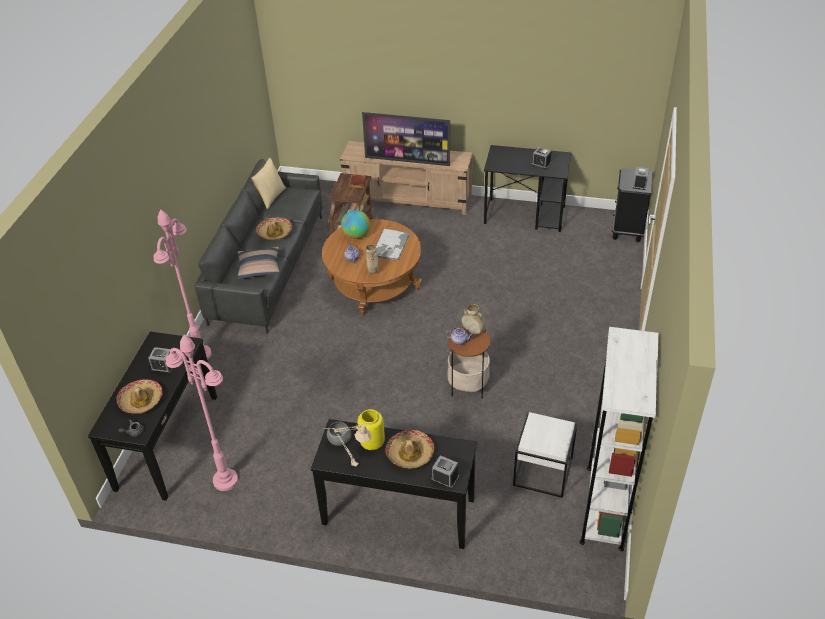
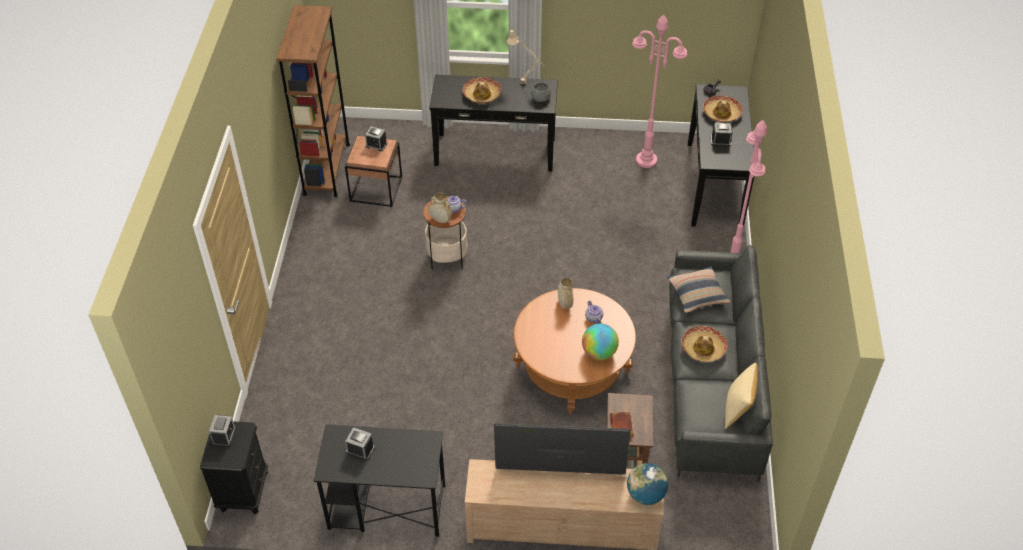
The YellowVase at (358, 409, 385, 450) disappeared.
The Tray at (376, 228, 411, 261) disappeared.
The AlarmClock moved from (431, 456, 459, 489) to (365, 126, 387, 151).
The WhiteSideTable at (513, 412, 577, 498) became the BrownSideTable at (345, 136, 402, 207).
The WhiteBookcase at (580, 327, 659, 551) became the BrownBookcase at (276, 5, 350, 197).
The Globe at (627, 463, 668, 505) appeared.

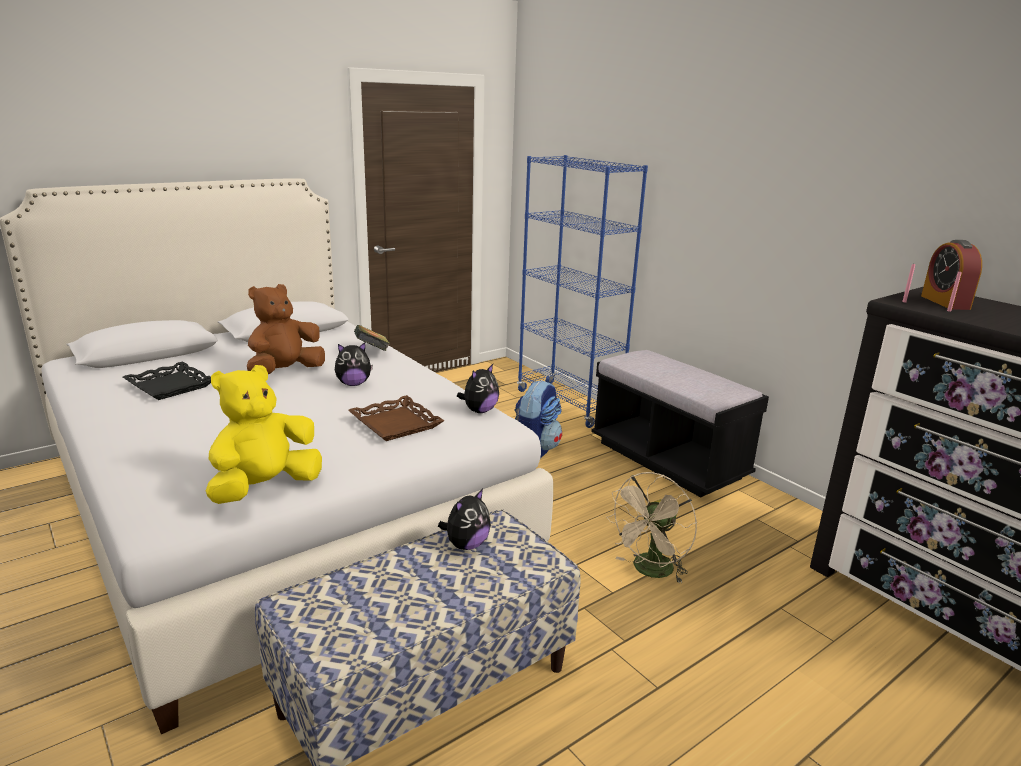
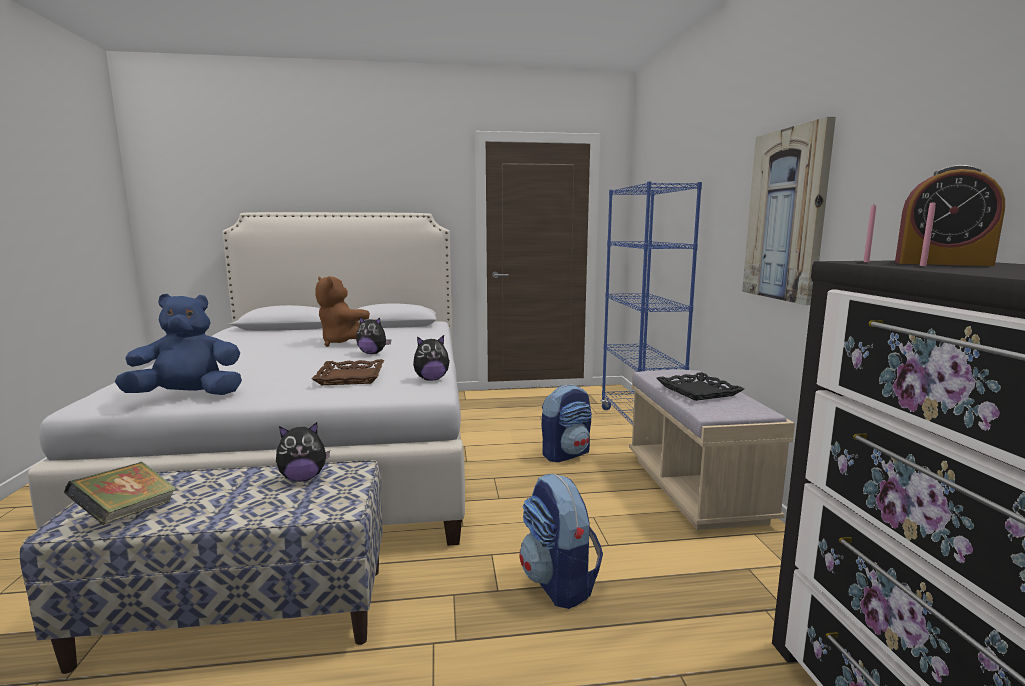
The BlackTray moved from (123, 362, 211, 400) to (657, 372, 744, 401).
The YellowPlushToy at (206, 365, 322, 504) became the BluePlushToy at (115, 294, 242, 395).
The BrownPlushToy at (247, 284, 325, 374) turned 120 degrees counterclockwise.
The Book moved from (354, 325, 390, 351) to (64, 462, 177, 525).
The BlackBench at (591, 350, 769, 497) became the BeigeBench at (629, 370, 795, 530).
The BeigeFan at (606, 472, 697, 584) was replaced by the Backpack at (520, 474, 603, 609).
The AlarmClock at (921, 240, 982, 310) turned 90 degrees counterclockwise.
The Picture at (742, 117, 836, 305) appeared.

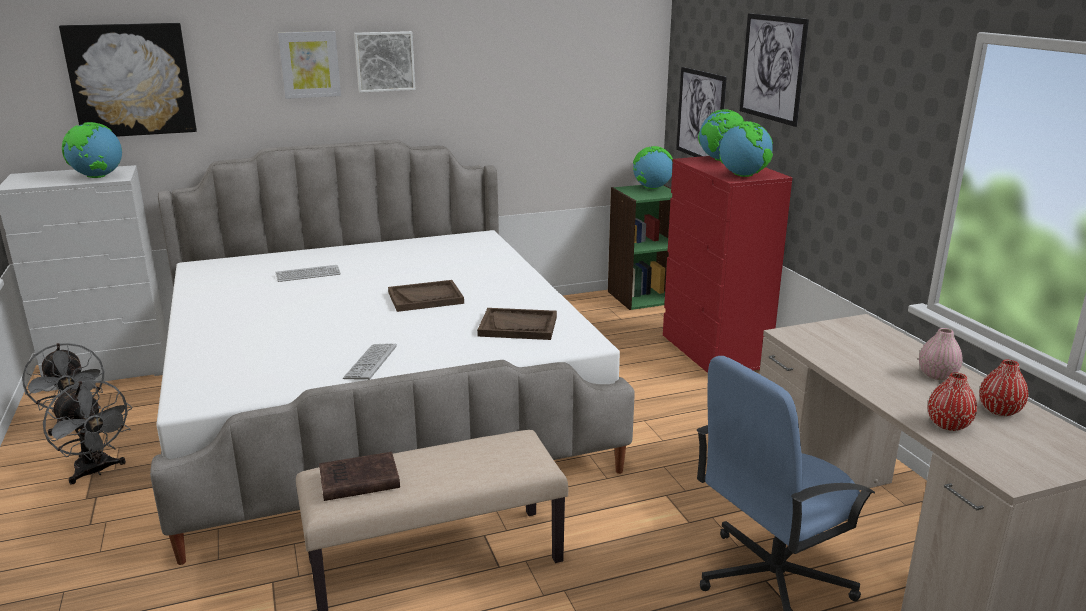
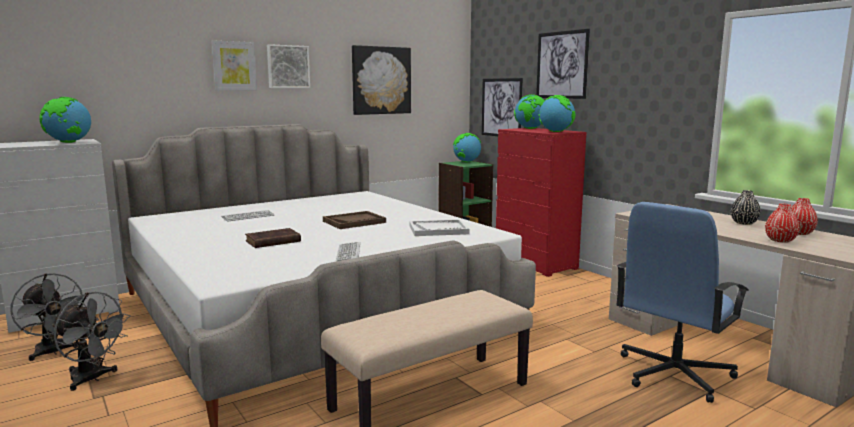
The Picture moved from (59, 23, 197, 137) to (352, 45, 411, 115).
The BrownBook moved from (319, 452, 400, 501) to (245, 228, 301, 248).
The BrownTray at (477, 308, 557, 340) became the WhiteTray at (409, 219, 469, 236).
The PinkVase at (919, 328, 963, 380) became the BlackVase at (731, 190, 760, 225).

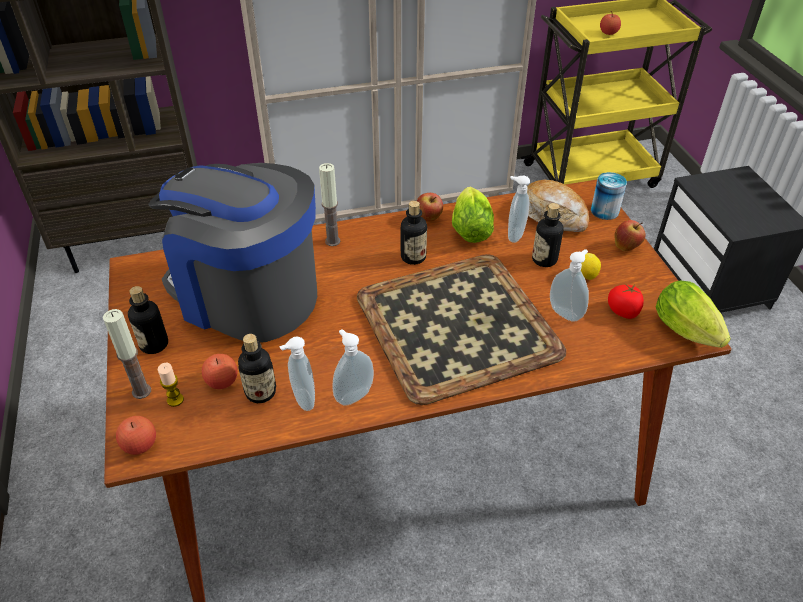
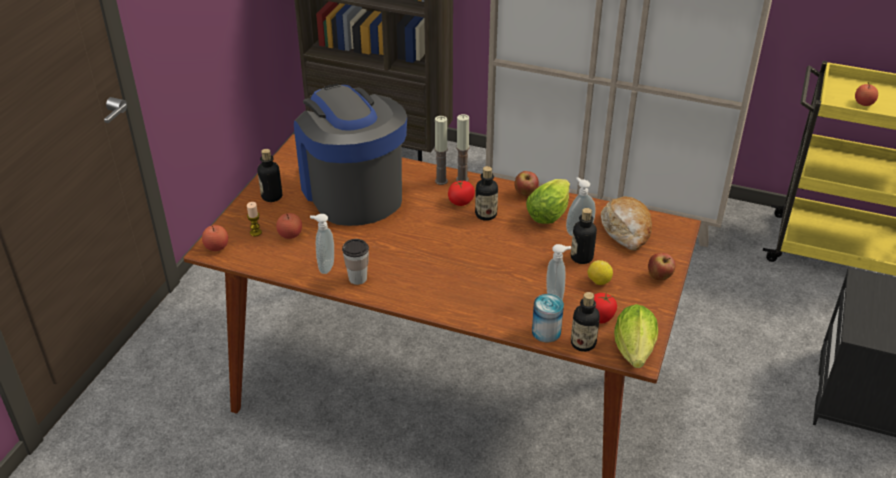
The Candle moved from (103, 309, 151, 399) to (456, 114, 470, 182).
The Bottle moved from (238, 334, 276, 403) to (571, 292, 600, 352).
The SoapDispenser at (333, 329, 374, 405) was replaced by the Cup at (342, 239, 369, 285).
The Tray at (357, 254, 566, 405) disappeared.
The Can moved from (591, 172, 627, 220) to (532, 294, 564, 342).
The Tomato at (448, 180, 475, 206) appeared.

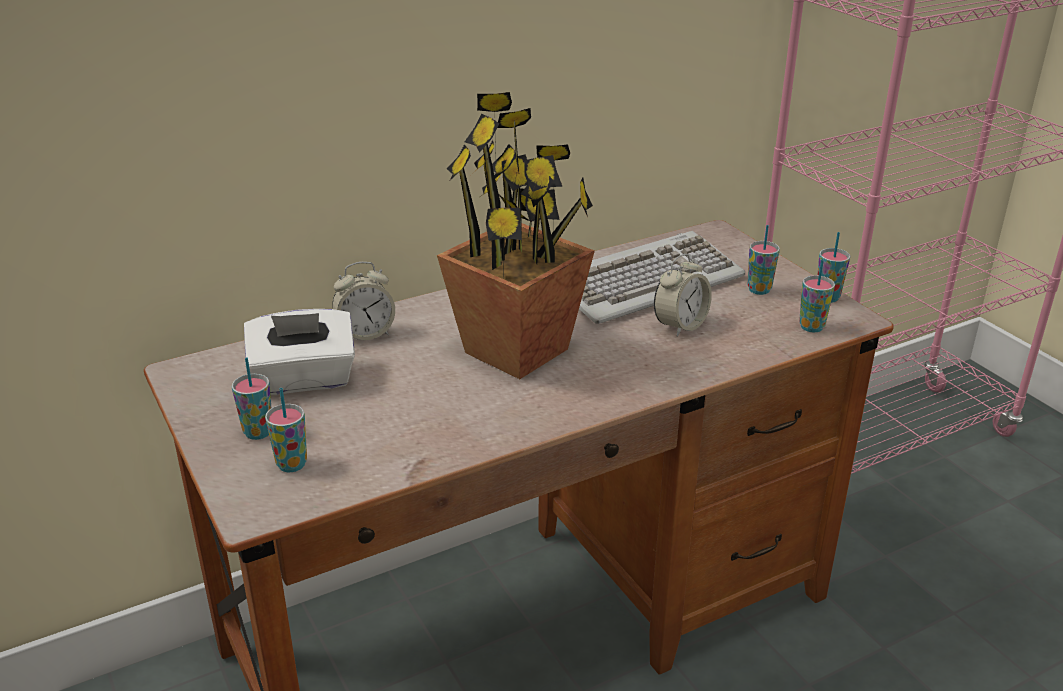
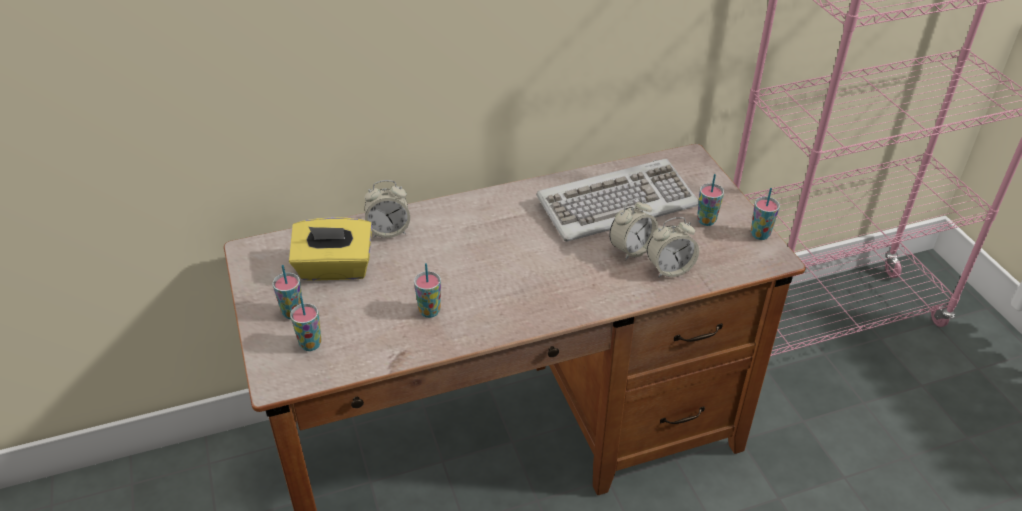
The WhiteTissueBox at (244, 309, 355, 395) became the YellowTissueBox at (289, 217, 372, 281).
The PottedPlant at (437, 92, 595, 379) disappeared.
The Cup moved from (799, 259, 835, 332) to (414, 263, 441, 318).
The AlarmClock at (647, 217, 699, 278) appeared.

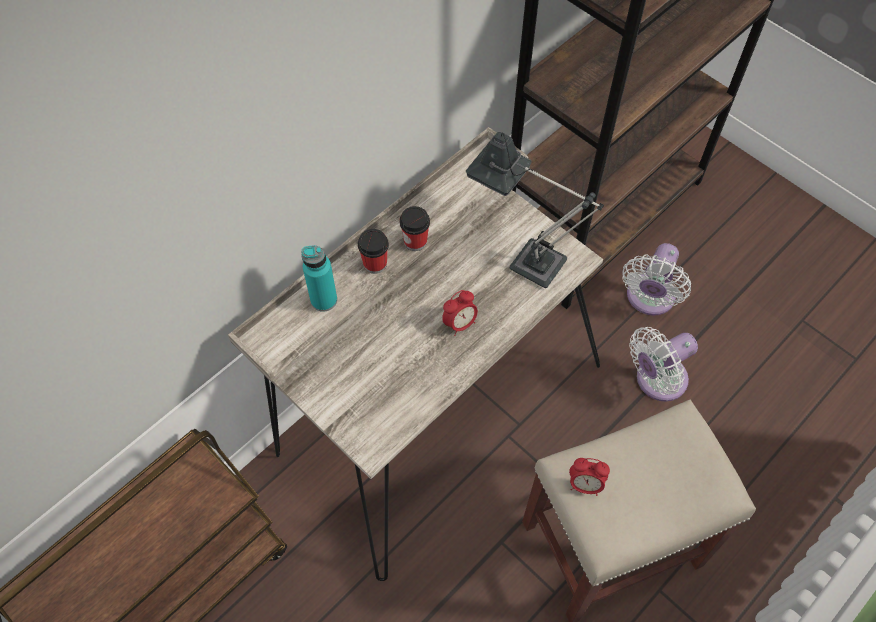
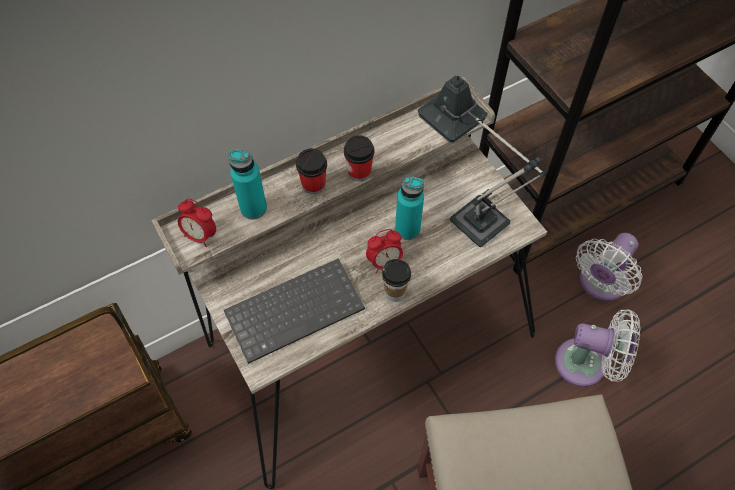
The AlarmClock moved from (569, 458, 610, 496) to (178, 199, 216, 247).
The WhiteFan at (629, 327, 698, 402) turned 150 degrees counterclockwise.
The Keyboard at (224, 258, 365, 364) appeared.
The Cup at (382, 259, 411, 302) appeared.
The TurquoiseBottle at (395, 176, 424, 240) appeared.

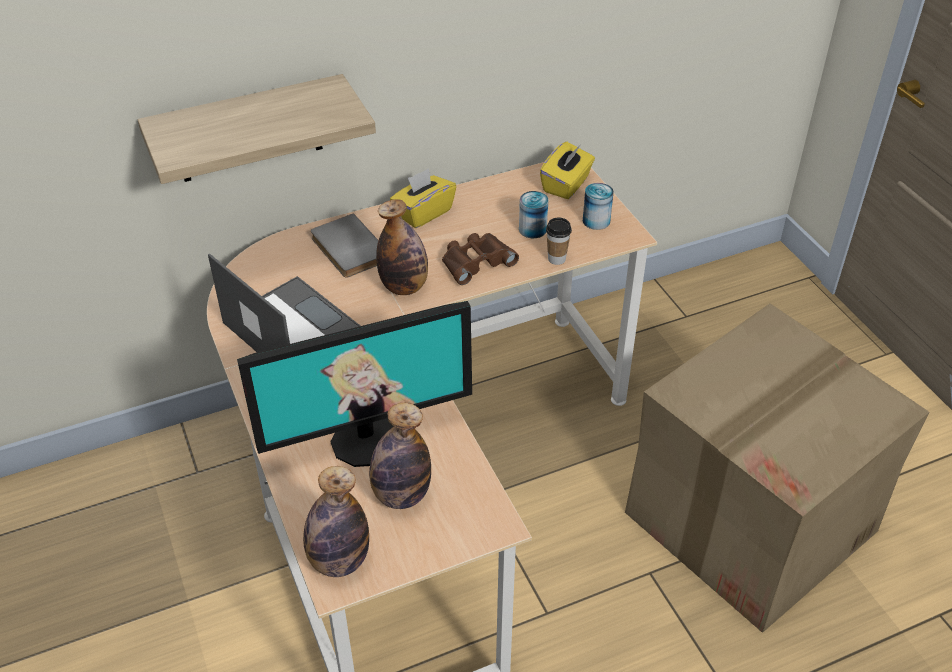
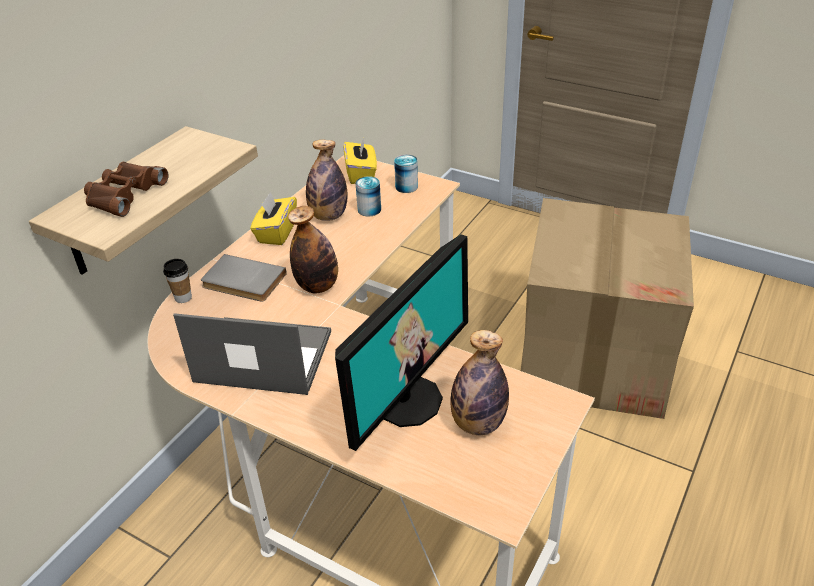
The Bottle moved from (303, 466, 369, 577) to (306, 140, 348, 221).
The BrownBinoculars moved from (442, 233, 519, 285) to (84, 162, 169, 217).
The Cup moved from (546, 218, 572, 265) to (163, 259, 192, 303).

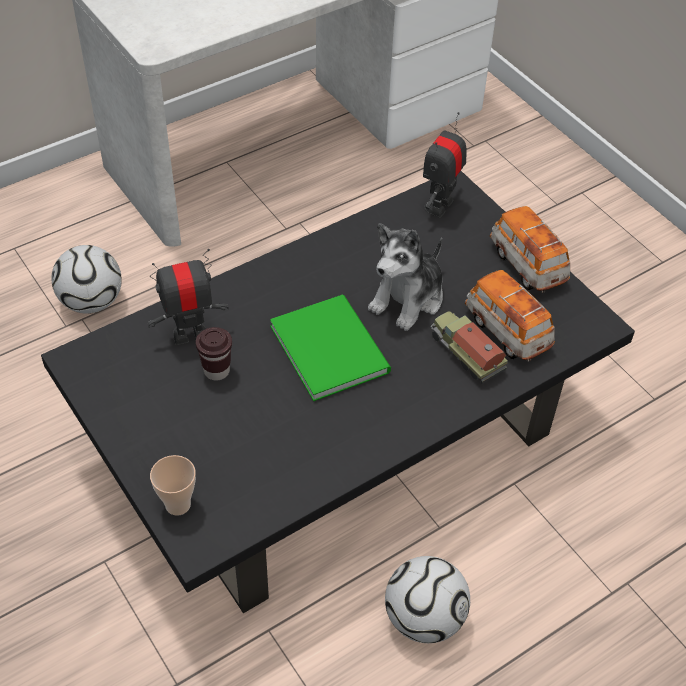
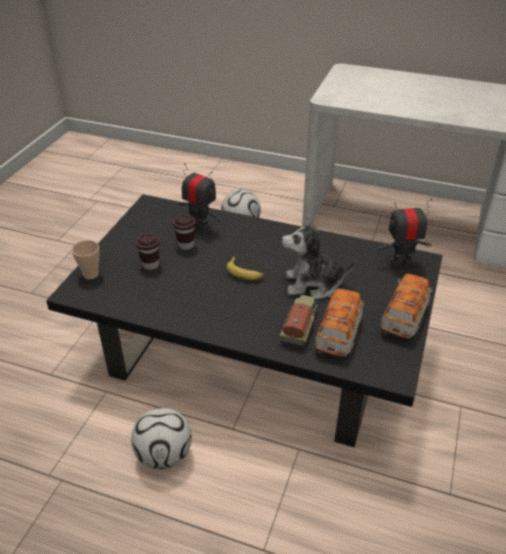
The GreenBook at (270, 294, 391, 401) was replaced by the Banana at (226, 256, 264, 281).
The BrownCup at (136, 233, 160, 270) appeared.

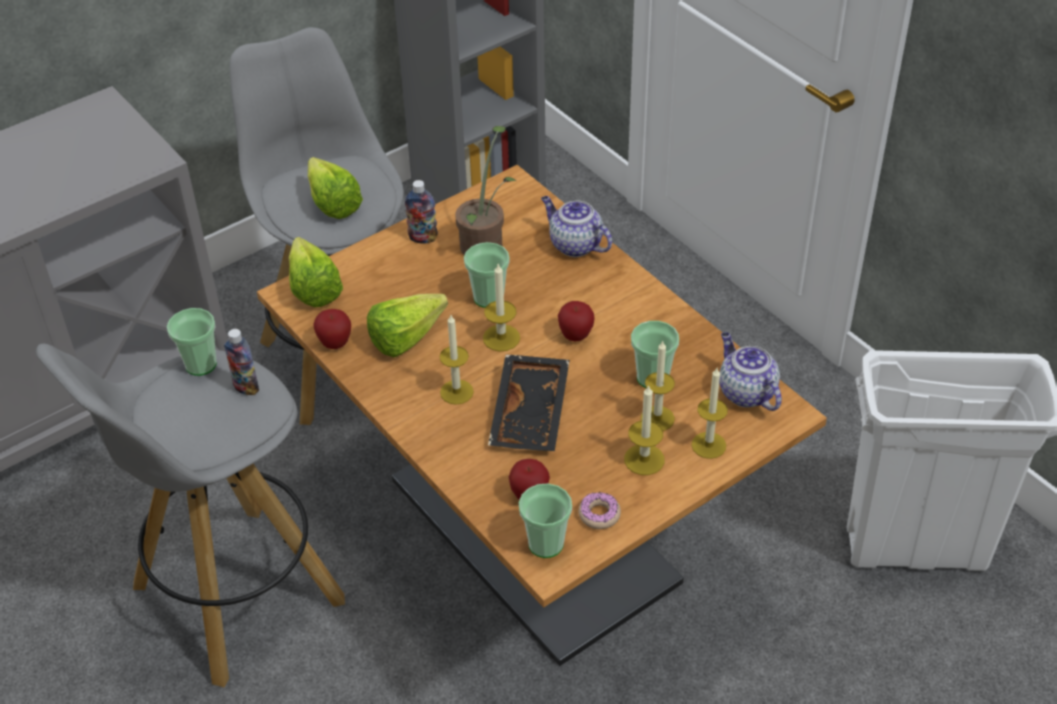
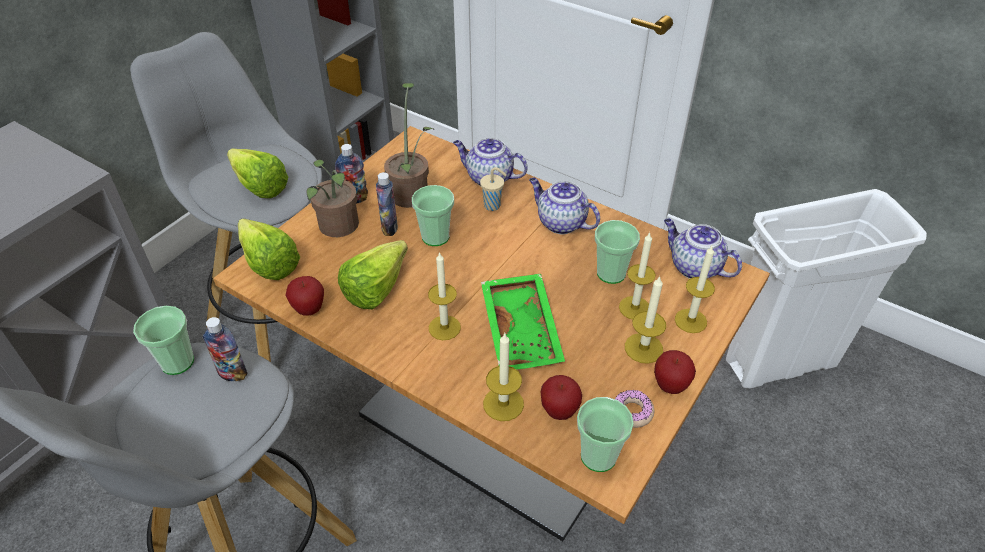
The Candle moved from (483, 264, 520, 352) to (483, 333, 524, 421).
The BlackTray at (488, 354, 570, 451) became the GreenTray at (481, 274, 565, 370).
The Apple moved from (558, 301, 595, 342) to (654, 350, 696, 394).
The PottedPlant at (307, 160, 359, 237) appeared.
The Bottle at (376, 172, 398, 236) appeared.
The BeigeCup at (480, 167, 507, 211) appeared.
The Teapot at (529, 178, 600, 234) appeared.

